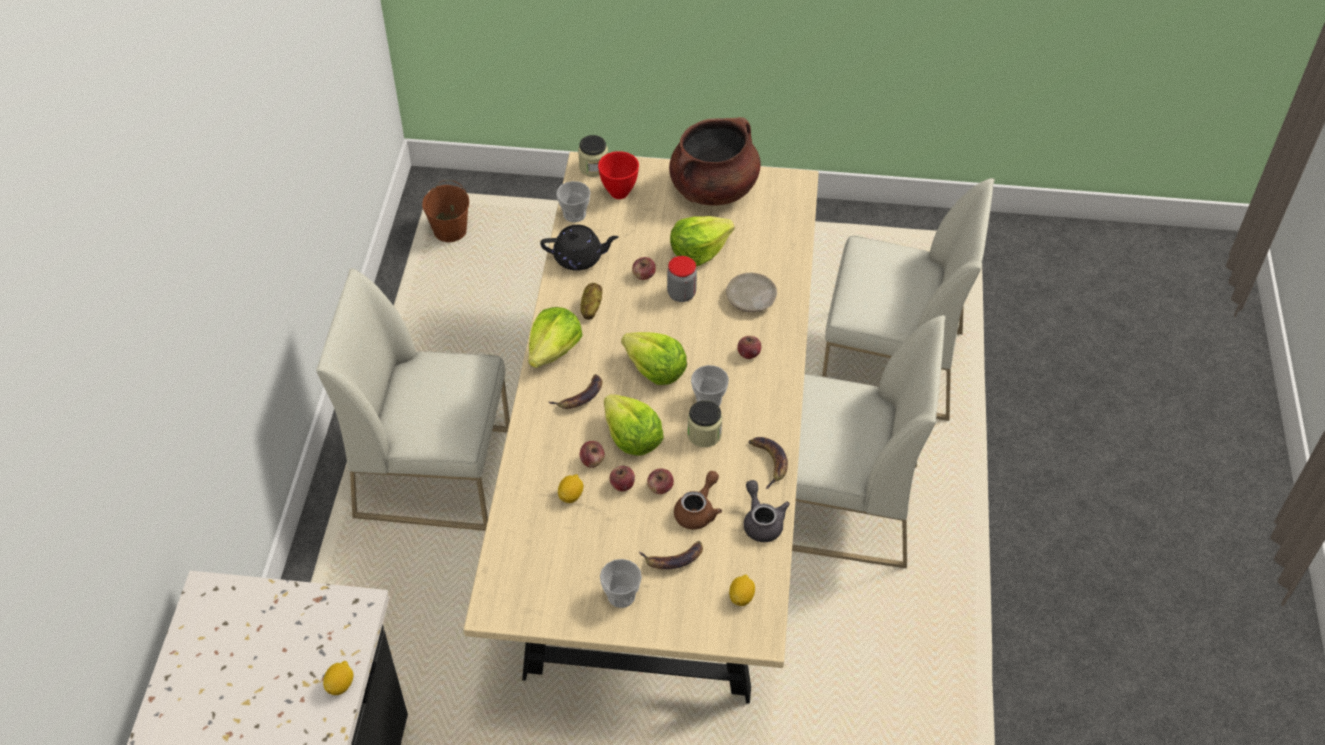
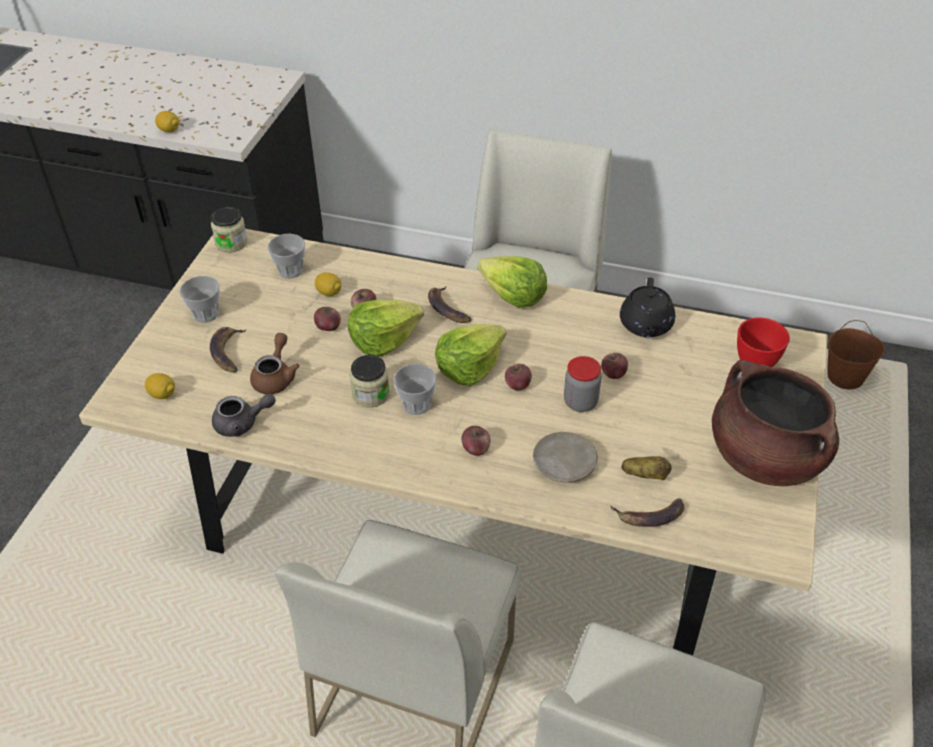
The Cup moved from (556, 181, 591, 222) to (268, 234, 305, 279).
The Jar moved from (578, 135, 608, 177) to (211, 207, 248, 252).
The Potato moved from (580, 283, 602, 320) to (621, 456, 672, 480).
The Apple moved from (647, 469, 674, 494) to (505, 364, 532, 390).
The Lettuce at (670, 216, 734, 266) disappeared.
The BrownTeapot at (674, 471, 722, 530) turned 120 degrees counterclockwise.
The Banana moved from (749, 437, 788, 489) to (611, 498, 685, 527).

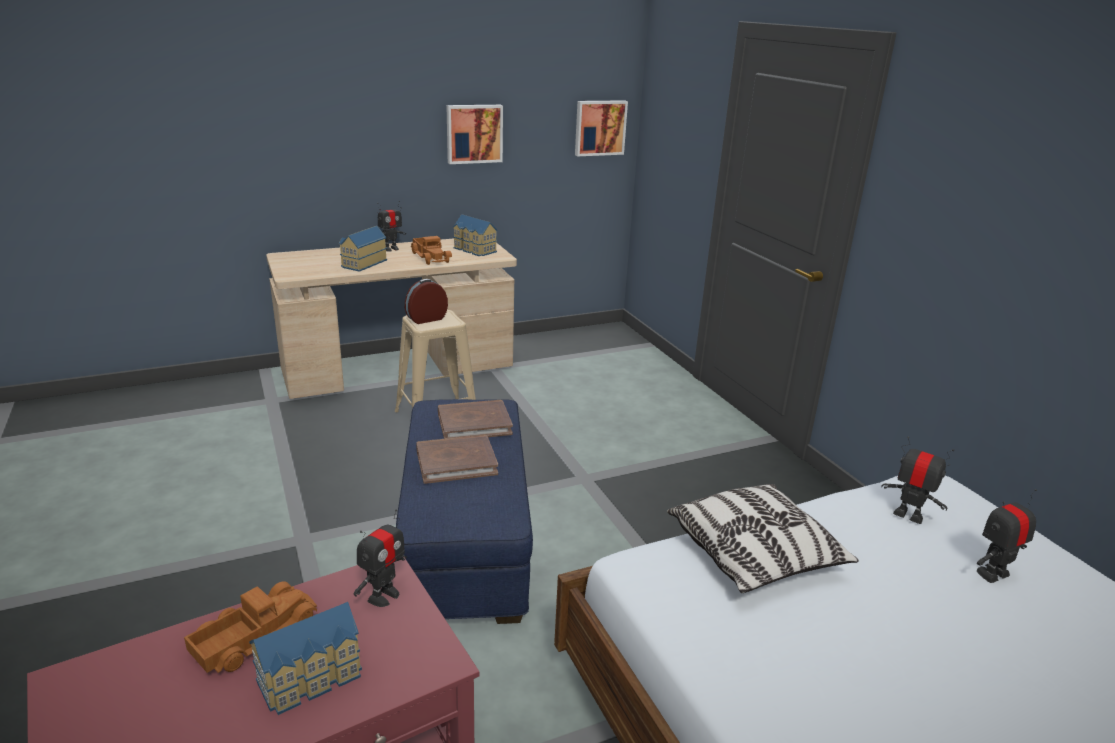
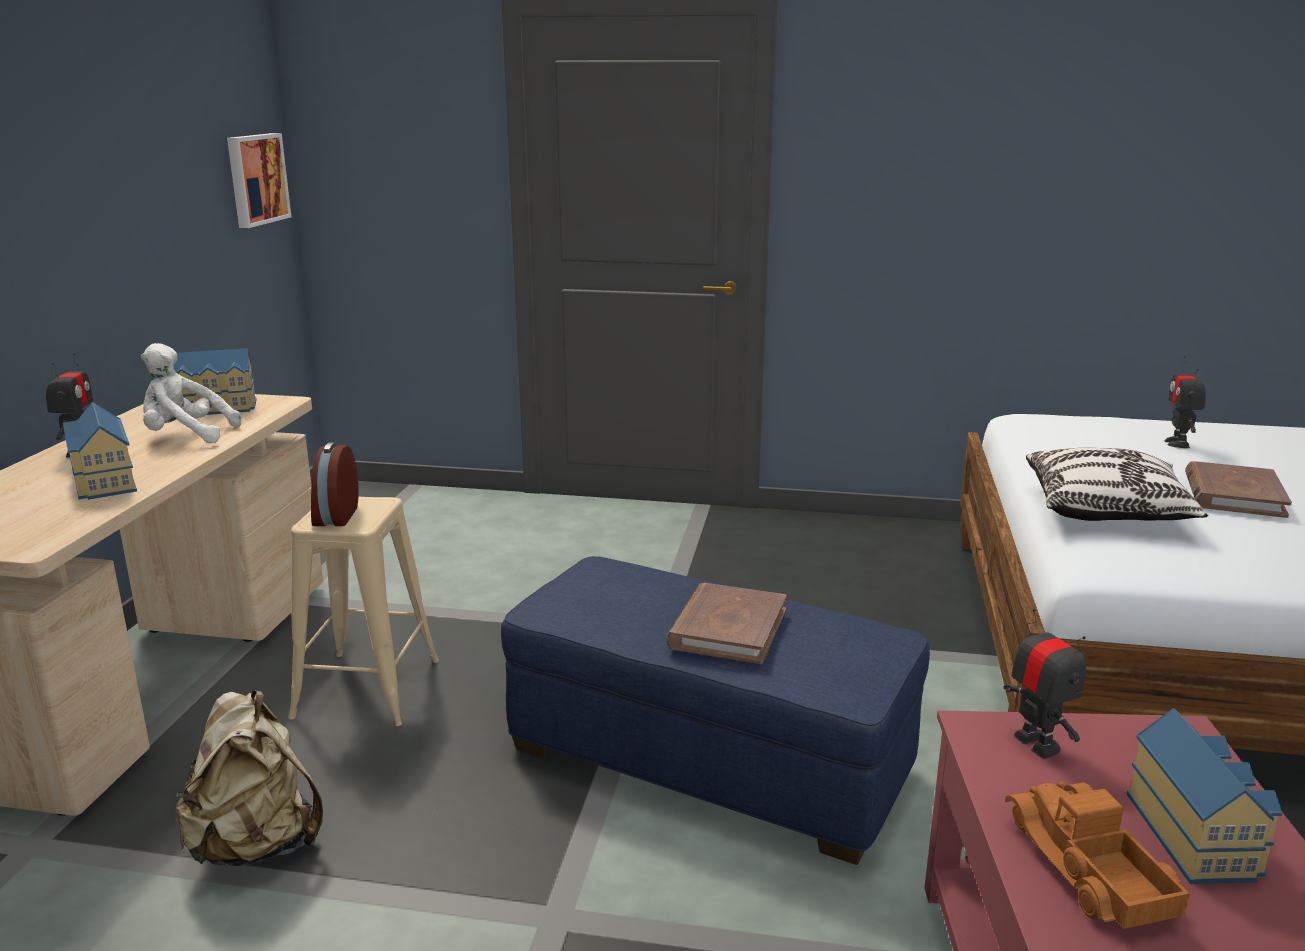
The ToyTruck at (411, 236, 452, 265) was replaced by the WhitePlushToy at (141, 343, 241, 443).
The BrownBook moved from (438, 400, 513, 439) to (1185, 461, 1292, 518).
The Picture at (446, 105, 503, 164) disappeared.
The ToyRobot at (881, 437, 954, 524) disappeared.
The BeigeBackpack at (175, 691, 323, 866) appeared.

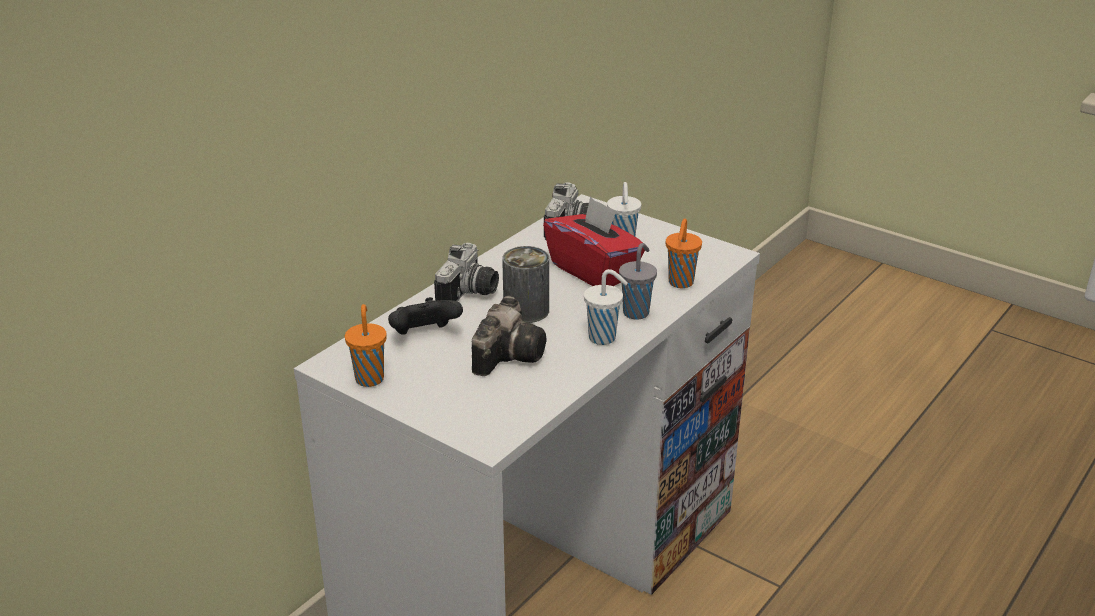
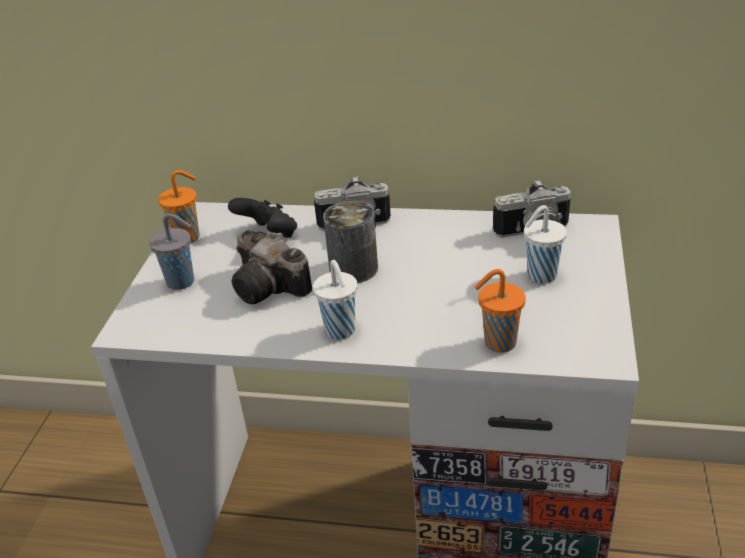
The PhotoCamera at (472, 295, 547, 376) turned 45 degrees clockwise.
The RedTissueBox at (543, 197, 645, 286) disappeared.
The GreyCup moved from (619, 243, 657, 319) to (149, 213, 194, 290).

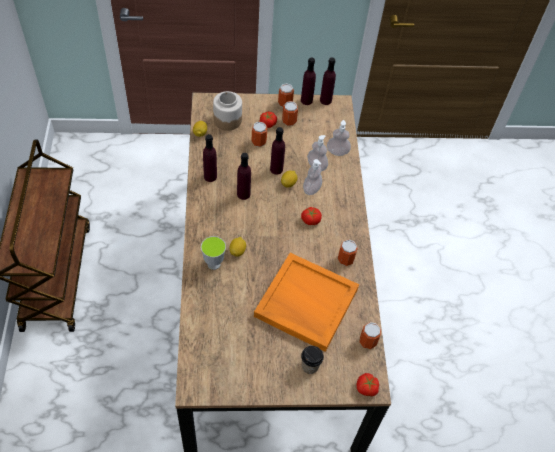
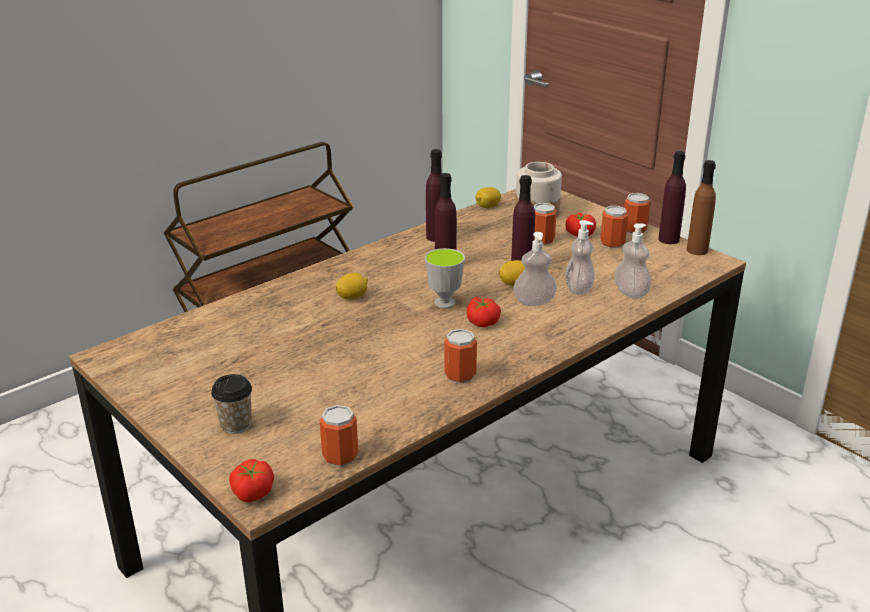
The Cup moved from (201, 236, 226, 270) to (425, 248, 465, 309).
The OrangeTray at (254, 253, 359, 352) disappeared.
The PurpleBottle at (320, 58, 336, 105) became the BrownBottle at (686, 160, 716, 255).

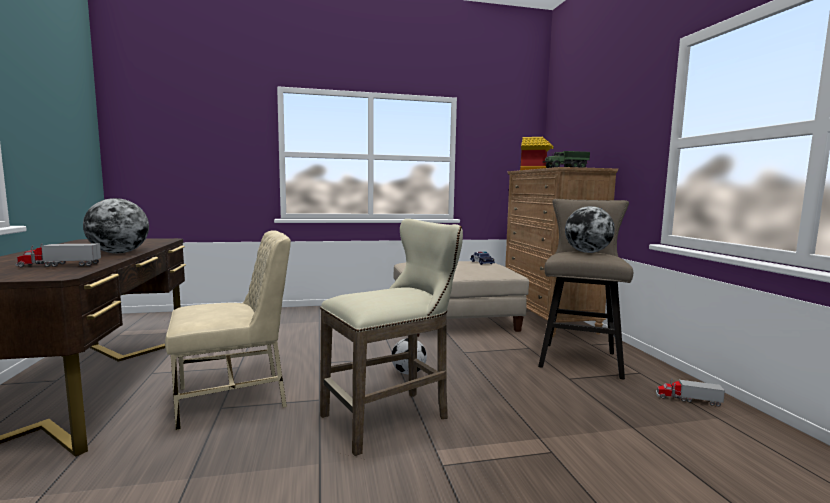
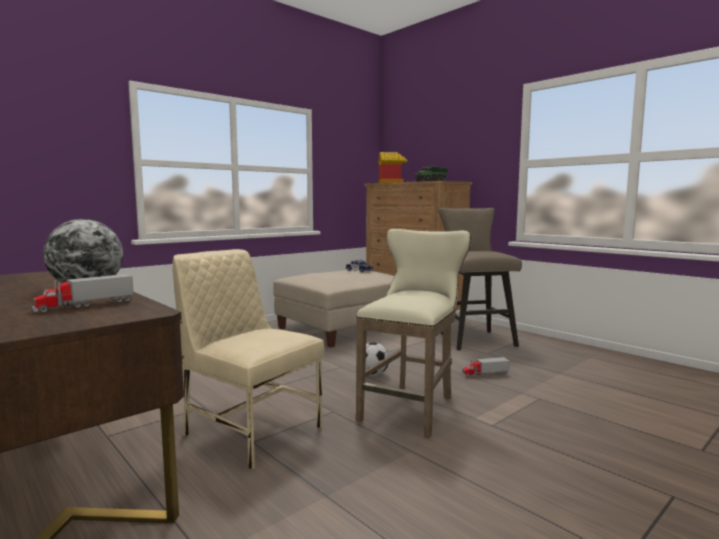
The BeigeChair at (165, 230, 291, 430) turned 90 degrees counterclockwise.
The Globe at (565, 206, 615, 253) disappeared.
The ToyTruck moved from (656, 378, 725, 406) to (461, 357, 510, 378).

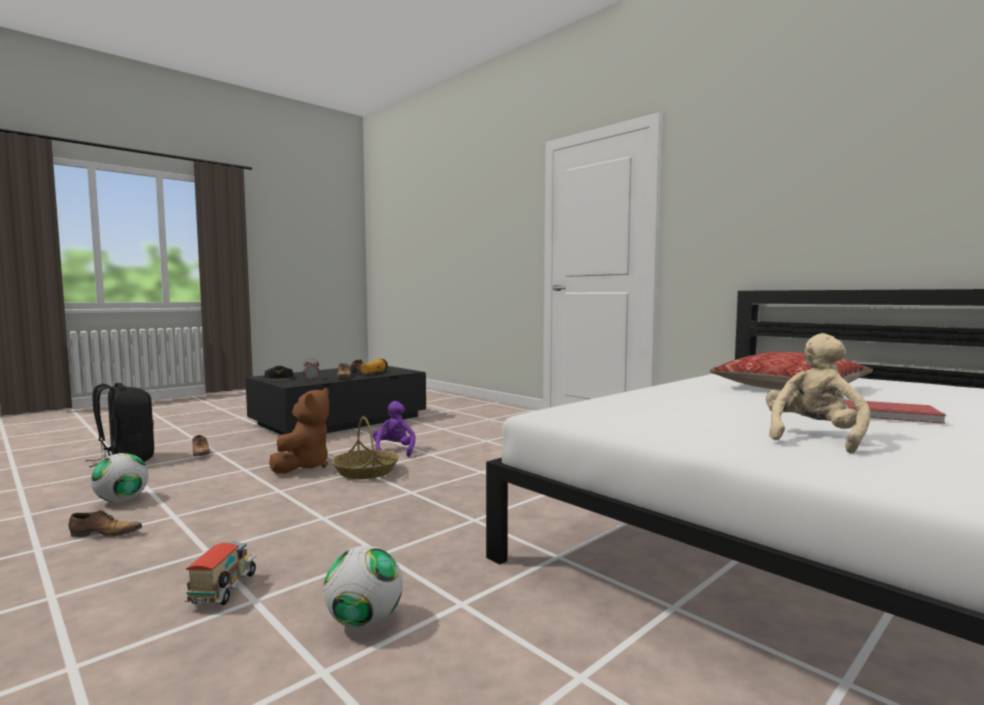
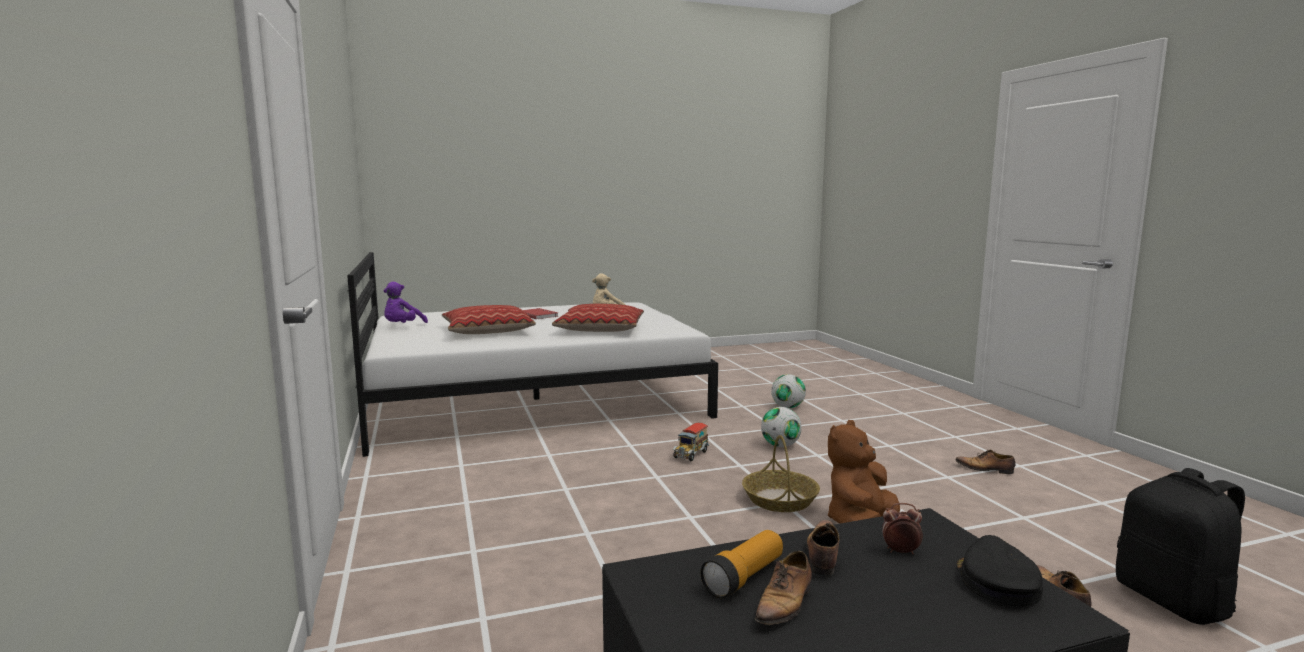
The Football moved from (91, 453, 149, 502) to (761, 407, 802, 447).
The ToyTruck moved from (184, 541, 257, 605) to (672, 423, 710, 462).
The PurplePlushToy moved from (372, 401, 415, 457) to (384, 282, 428, 323).
The Pillow at (552, 304, 644, 332) appeared.

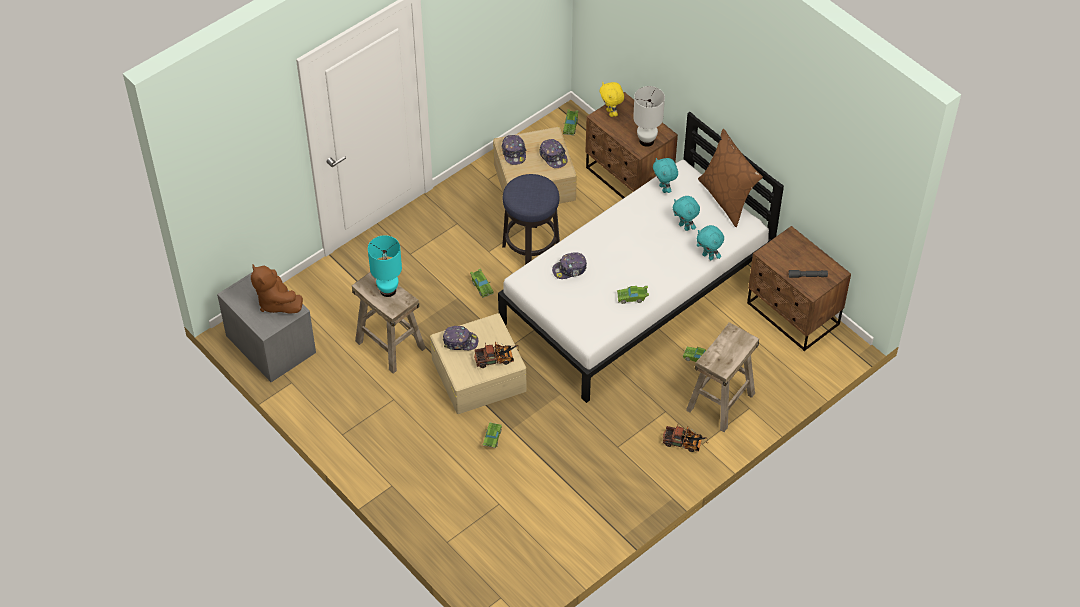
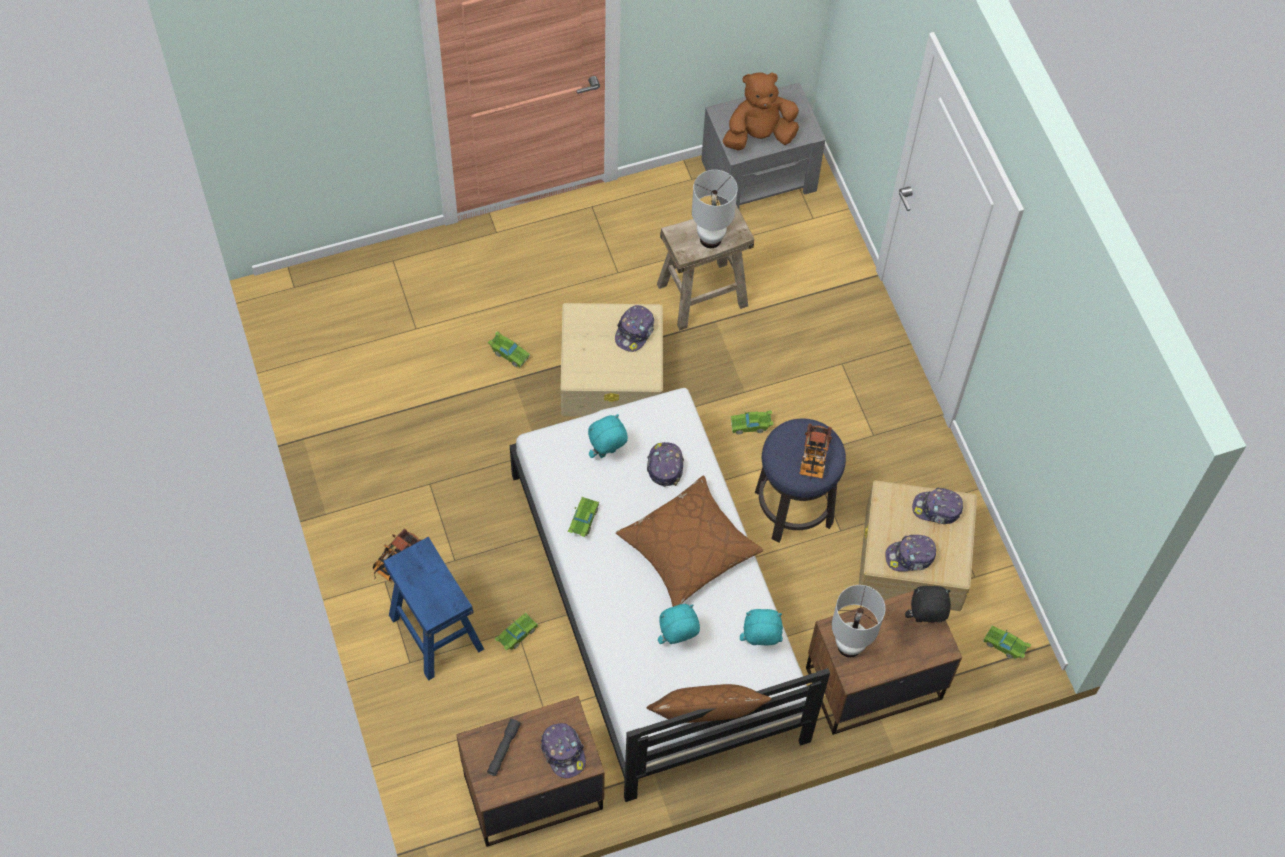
The TurquoiseTableLamp at (368, 235, 402, 297) became the WhiteTableLamp at (692, 170, 738, 248).
The ToyTruck moved from (474, 342, 519, 368) to (799, 424, 832, 481).
The YellowPlushToy at (599, 82, 624, 117) became the BlackPlushToy at (905, 586, 951, 623).
The BeigeStool at (686, 322, 759, 432) became the BlueStool at (384, 537, 484, 681).
The TurquoisePlushToy moved from (696, 225, 724, 260) to (588, 414, 628, 458).
The Cap at (541, 723, 586, 778) appeared.
The BrownPillow at (616, 476, 763, 607) appeared.

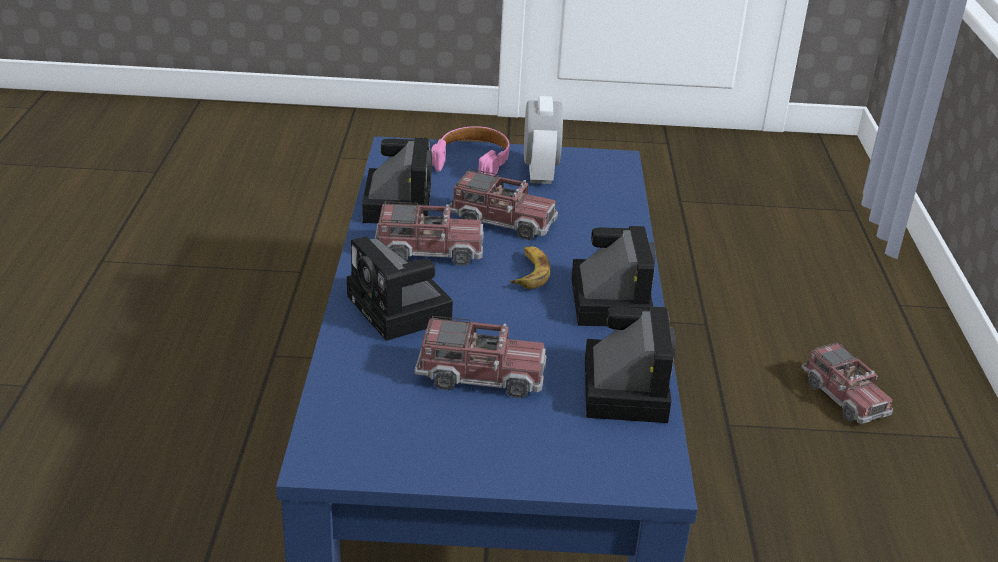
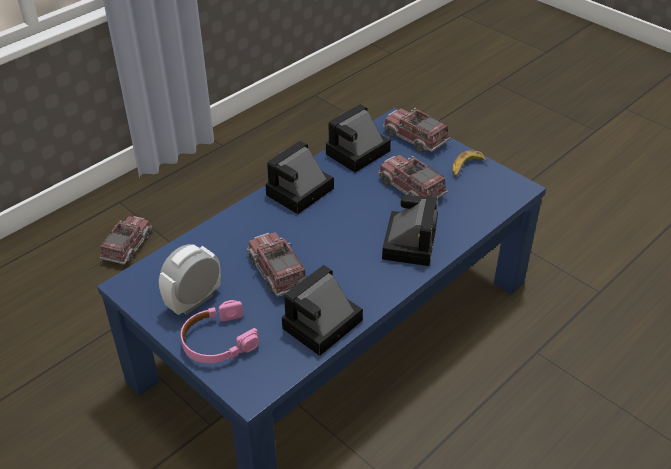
The ToyTruck moved from (375, 201, 484, 266) to (383, 108, 450, 153).
The Banana moved from (510, 246, 550, 289) to (452, 150, 487, 177).

